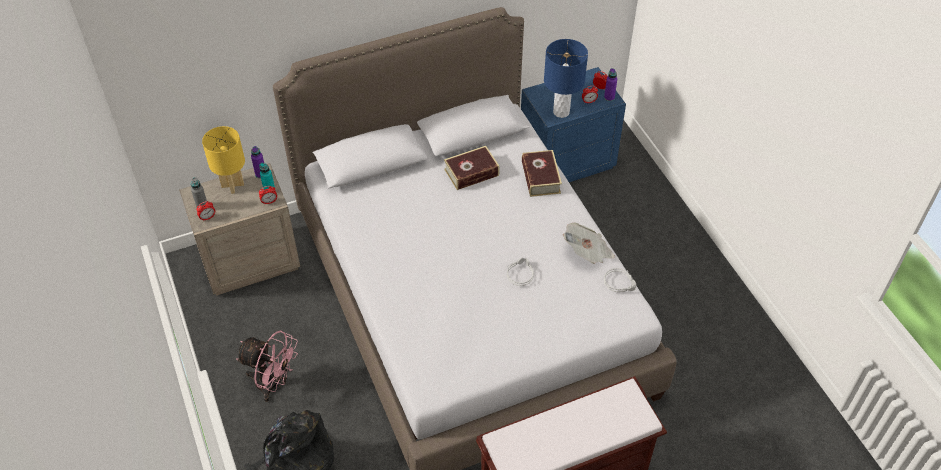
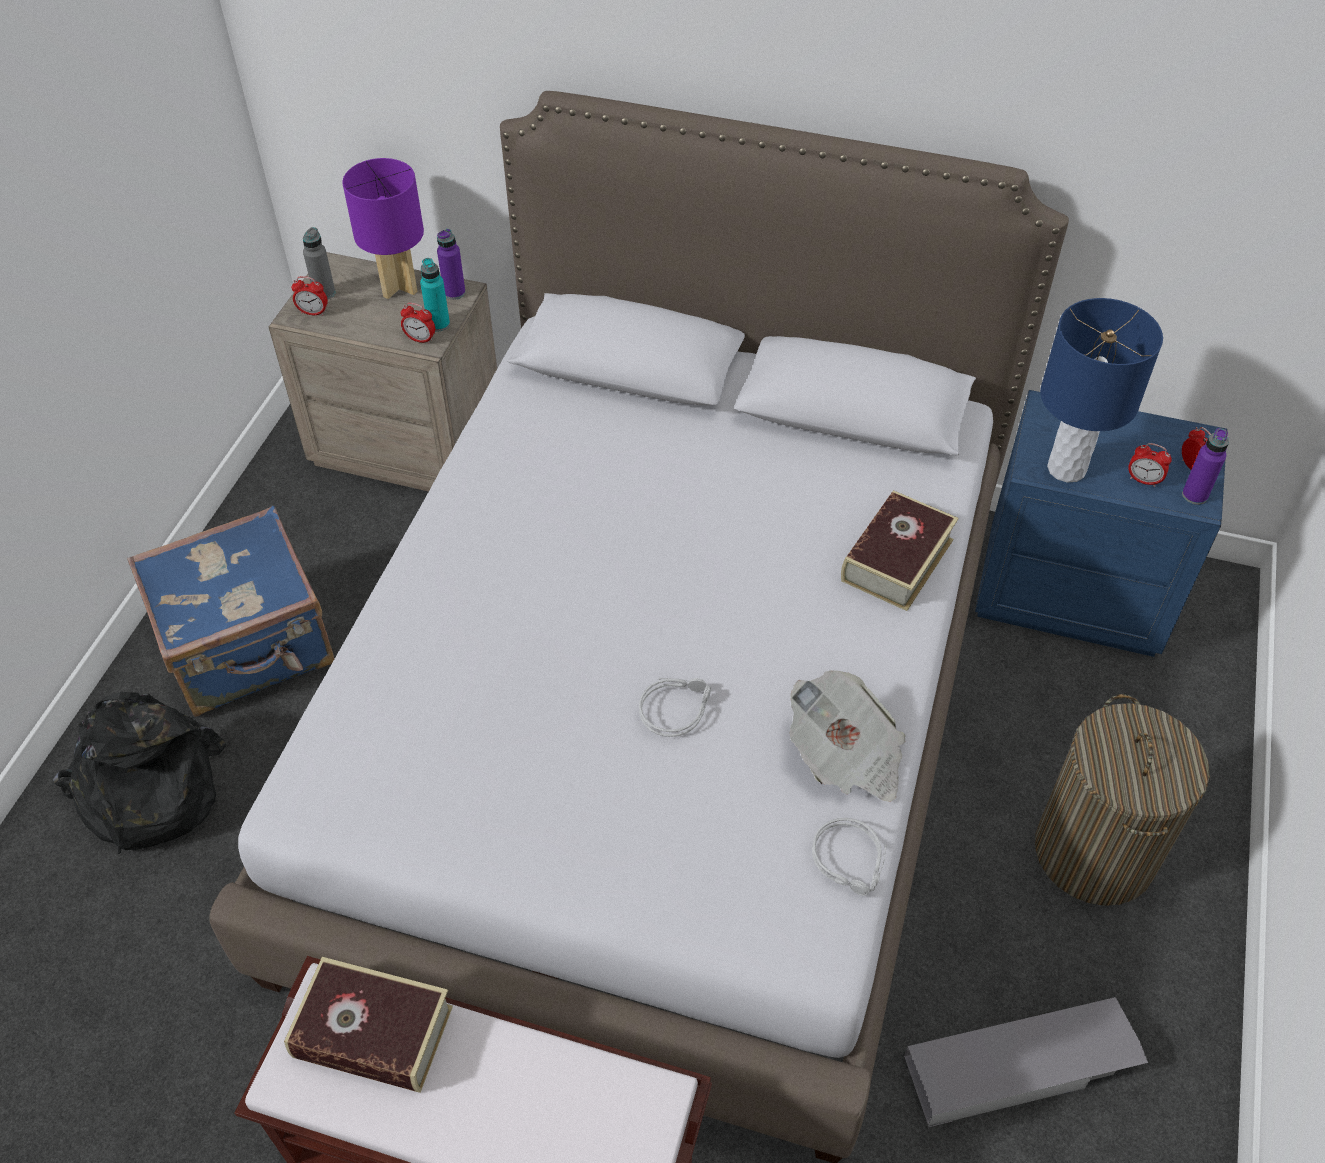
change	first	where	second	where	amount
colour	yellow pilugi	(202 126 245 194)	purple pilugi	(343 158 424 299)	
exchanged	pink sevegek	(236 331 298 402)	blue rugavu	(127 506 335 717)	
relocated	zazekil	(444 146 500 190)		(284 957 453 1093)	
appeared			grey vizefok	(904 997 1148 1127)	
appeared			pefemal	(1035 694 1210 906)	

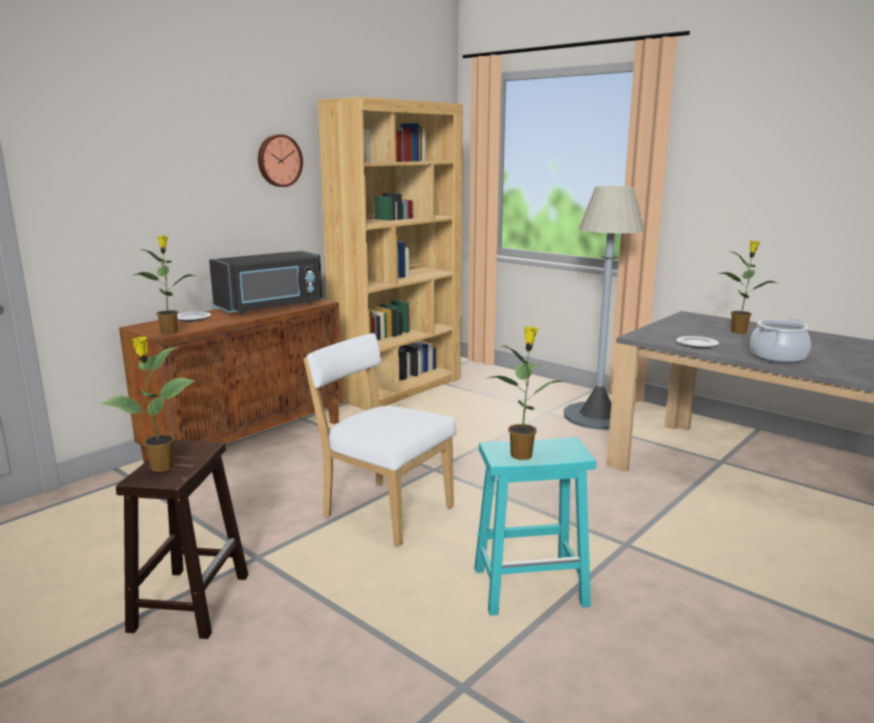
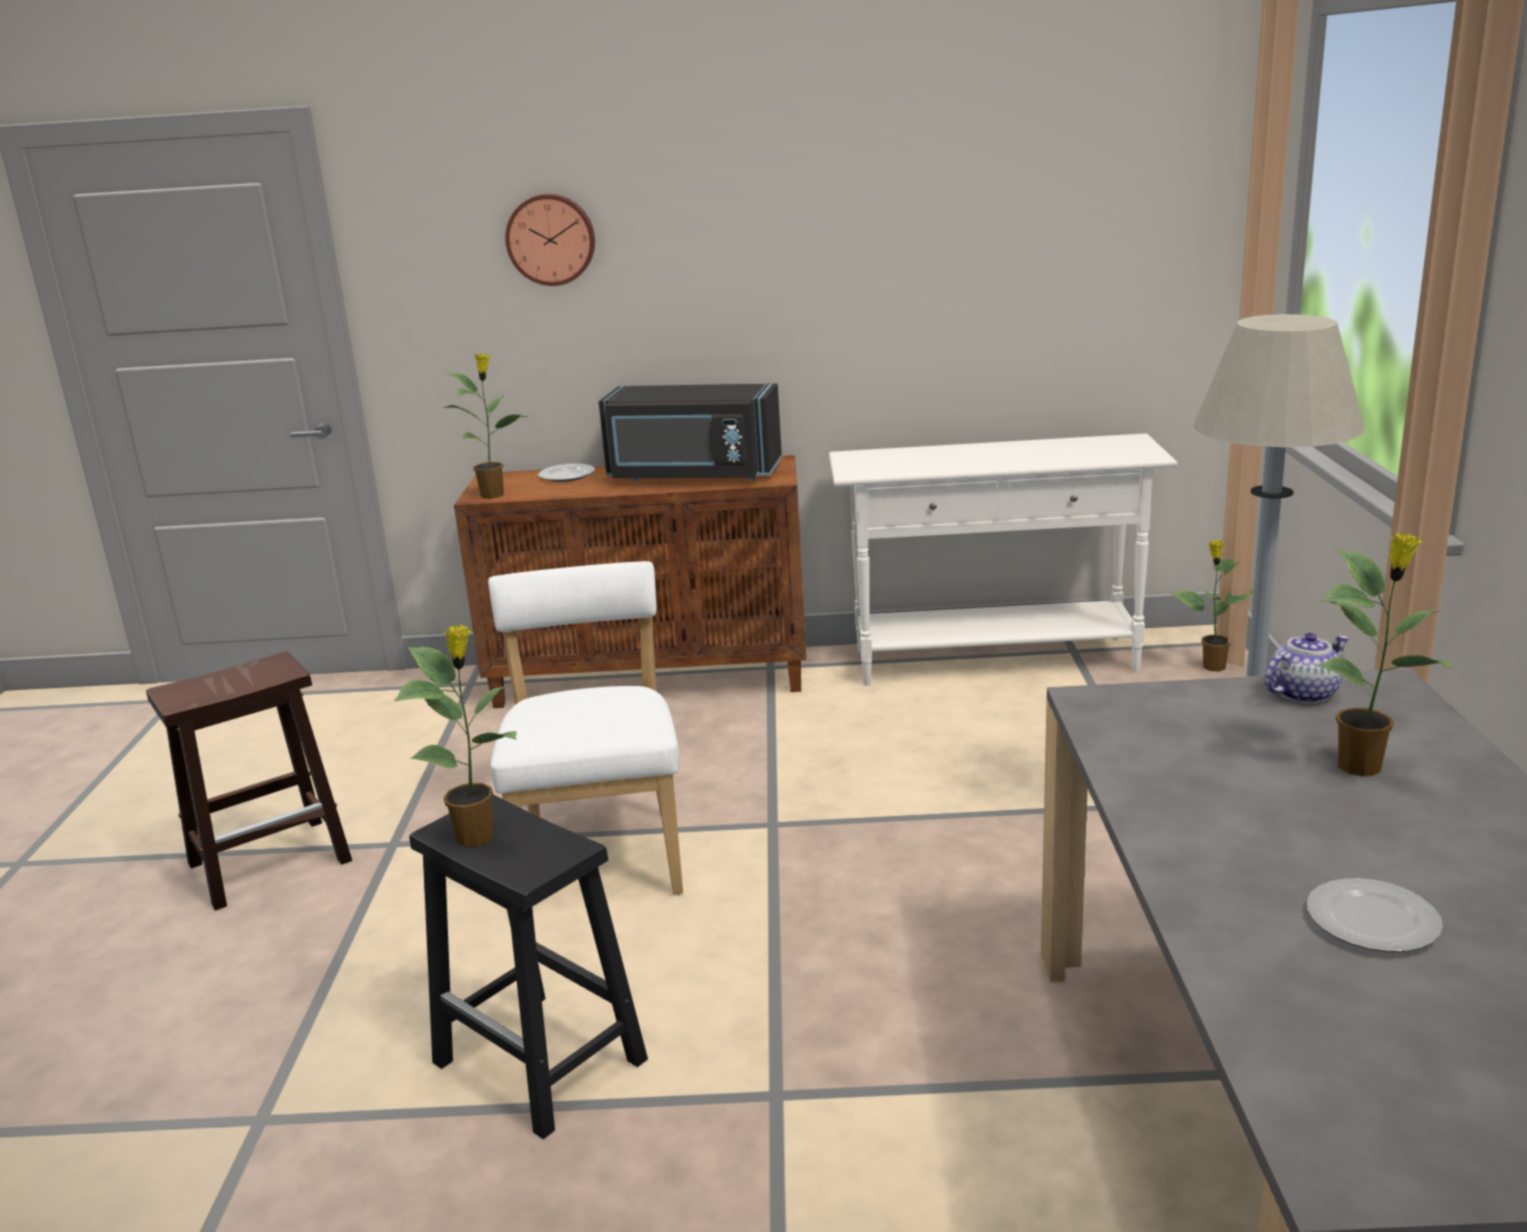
change	first	where	second	where	amount
relocated	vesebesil	(101 337 196 472)		(1171 539 1254 672)	
relocated	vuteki	(258 134 303 187)		(505 194 595 286)	
exchanged	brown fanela	(318 97 463 410)	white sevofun	(829 433 1177 686)	
colour	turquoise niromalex	(474 437 596 616)	black niromalex	(409 794 648 1139)	
relocated	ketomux	(676 336 719 348)		(1307 878 1443 952)	
missing	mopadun	(750 319 811 364)			
appeared			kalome	(1265 633 1349 704)	

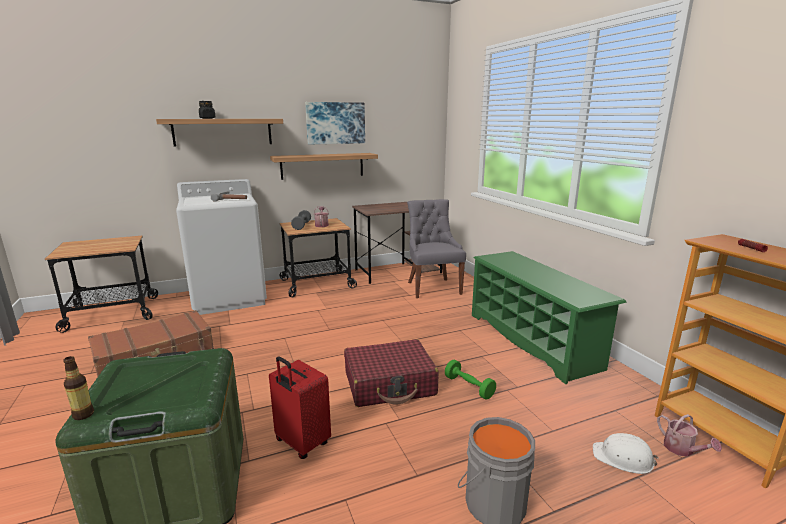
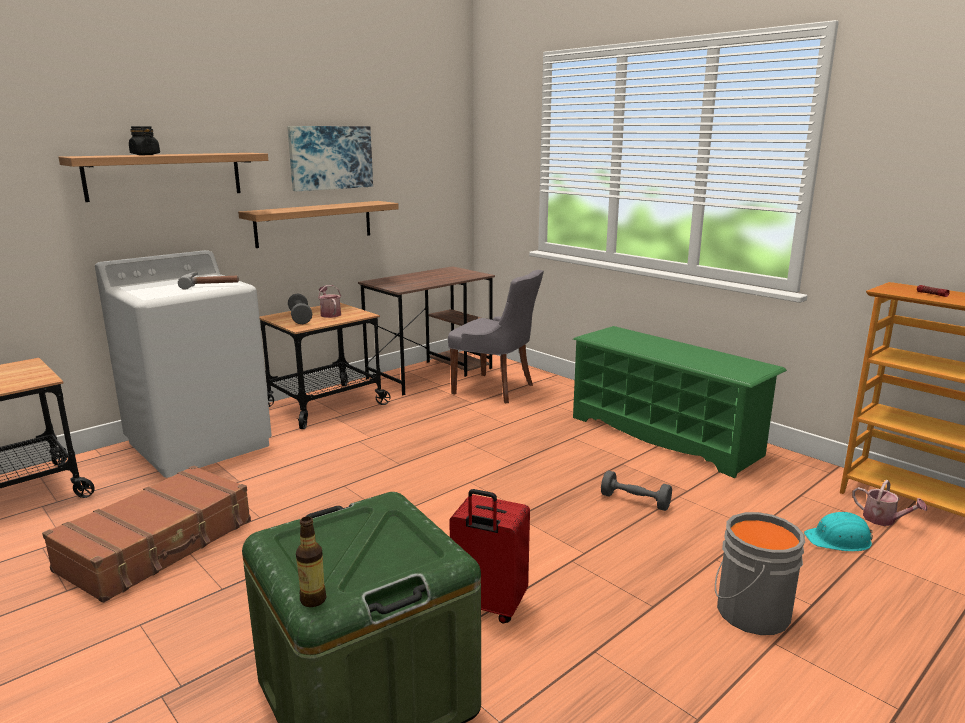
change	first	where	second	where	amount
missing	red rugavu	(344 339 438 407)			
spun	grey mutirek	(407 199 466 298)		(448 270 544 404)	150 degrees clockwise
colour	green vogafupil	(445 360 496 400)	grey vogafupil	(601 470 672 511)	
colour	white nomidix	(593 433 659 474)	turquoise nomidix	(804 512 873 551)	

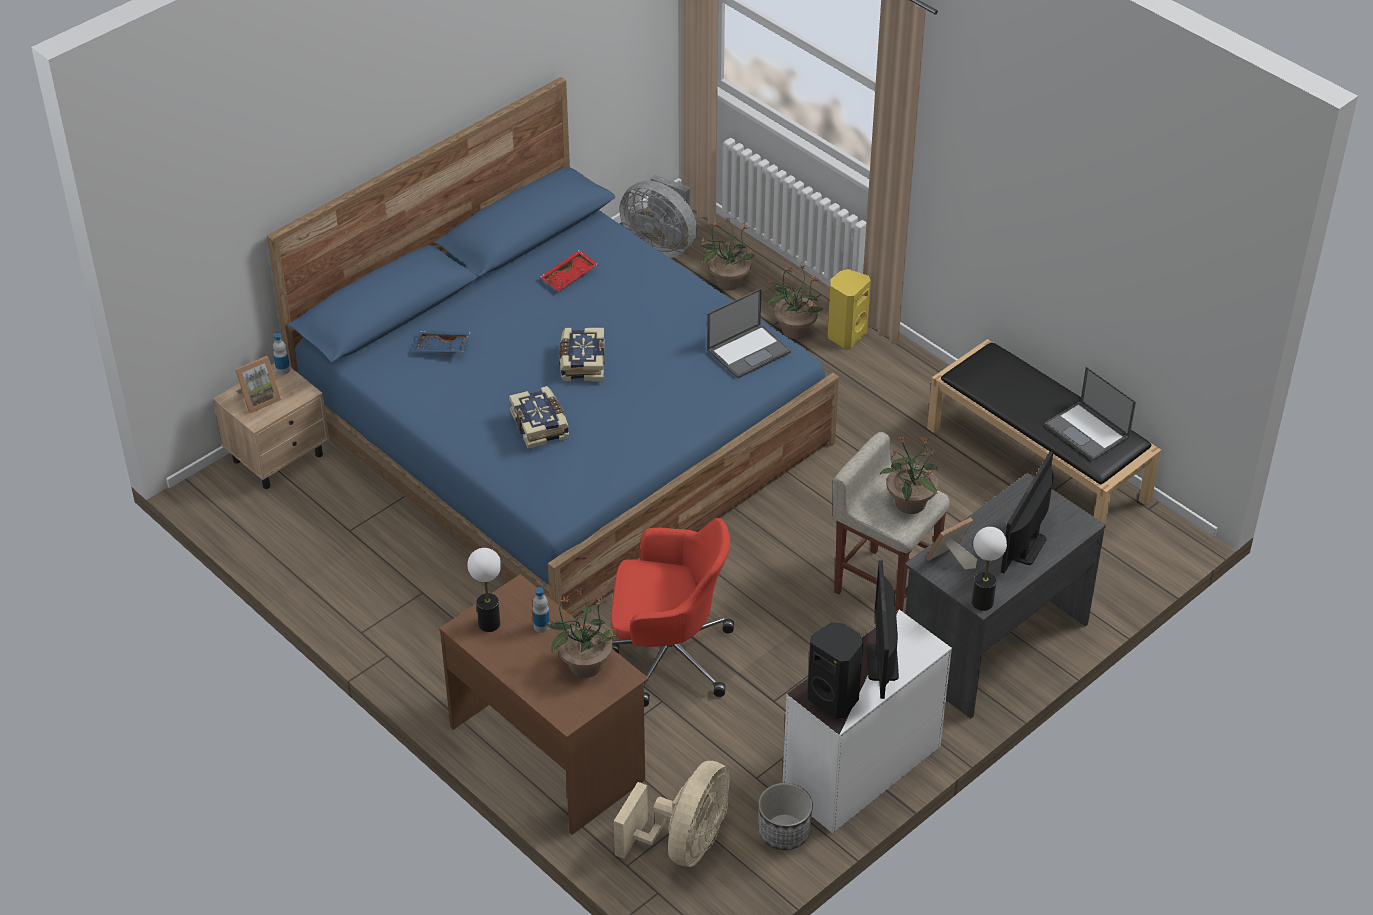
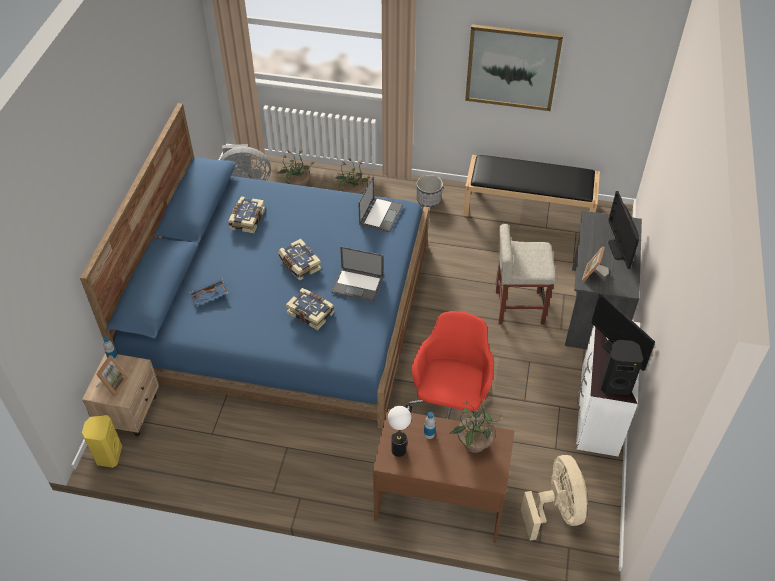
change	first	where	second	where	amount
exchanged	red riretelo	(540 250 598 291)	zazekil	(228 196 265 233)	
spun	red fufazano	(611 518 734 707)		(406 311 494 419)	45 degrees counterclockwise
relocated	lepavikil	(758 783 813 850)		(417 175 443 207)	
relocated	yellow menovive	(828 269 871 349)		(82 415 122 468)	
missing	vesebesil	(880 435 938 514)			
missing	pilugi	(972 527 1007 611)			
relocated	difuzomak	(1045 366 1136 461)		(331 246 383 302)	
appeared			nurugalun	(465 24 563 111)	

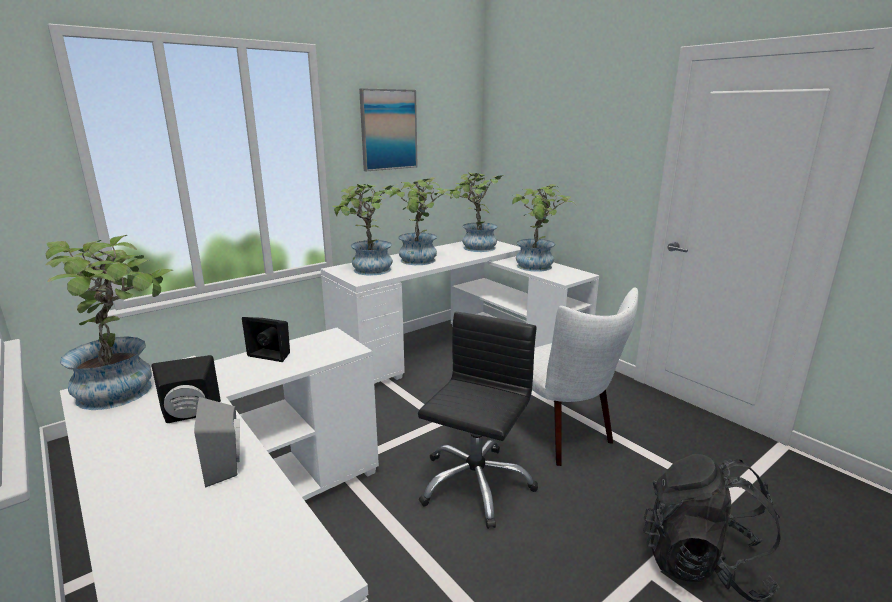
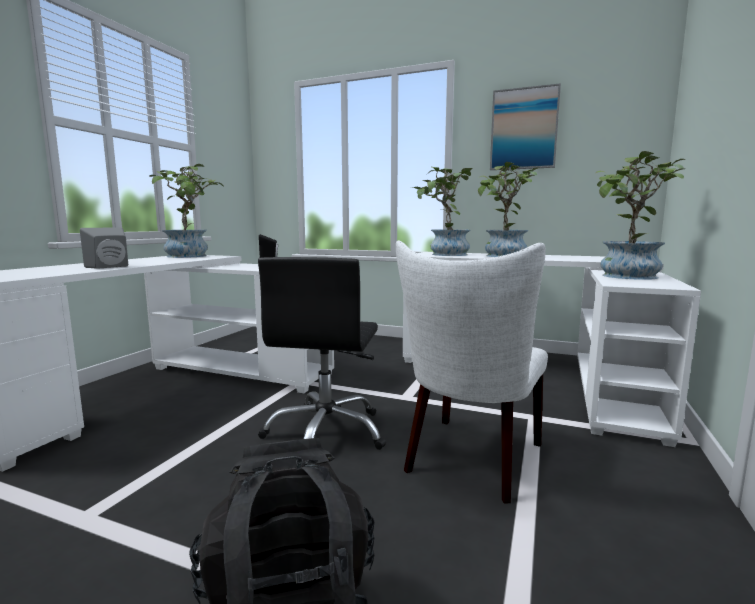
change	first	where	second	where	amount
missing	black menovive	(151 355 221 423)			
spun	black fufazano	(418 312 538 529)		(258 257 386 450)	105 degrees clockwise
missing	vesebesil	(448 172 504 252)			

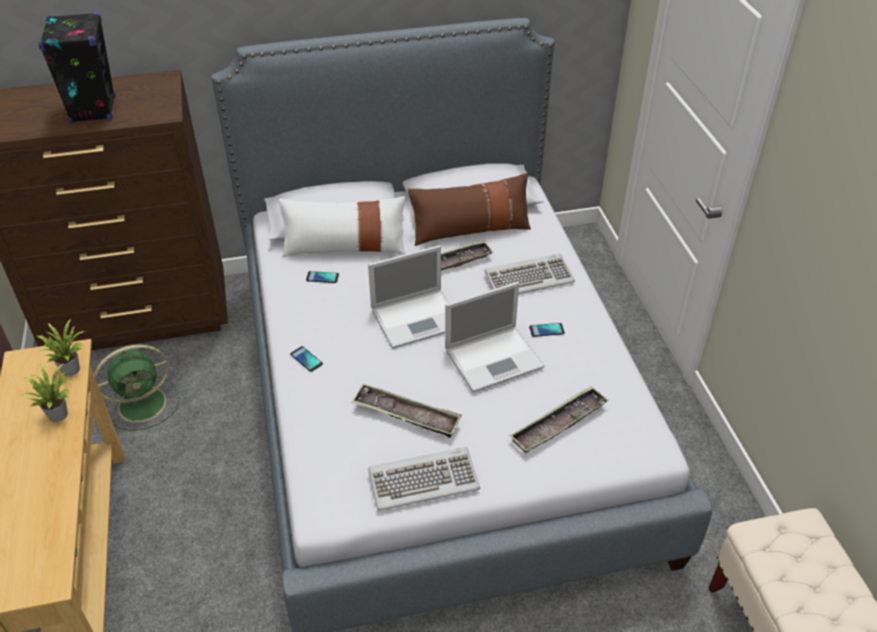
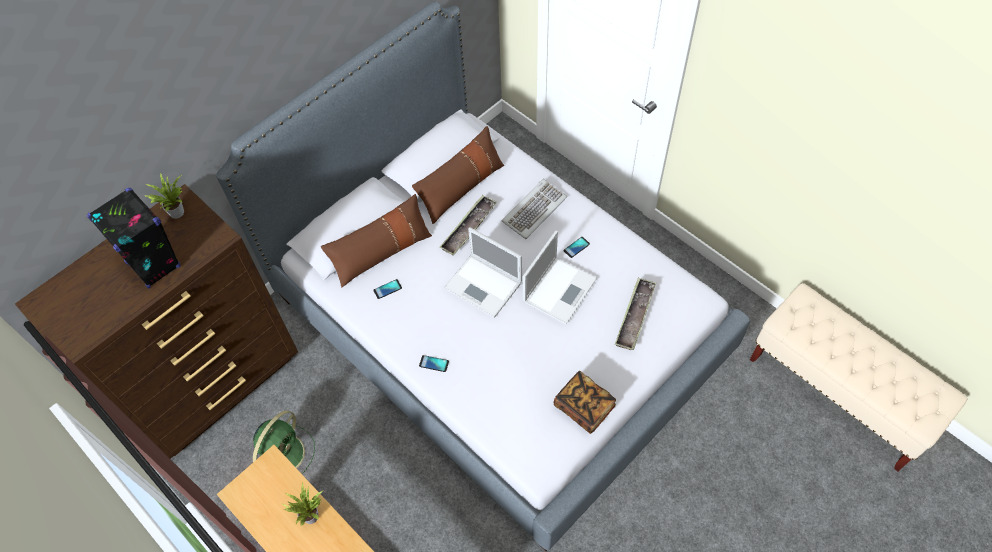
change	first	where	second	where	amount
relocated	vesebesil	(37 319 85 376)		(144 173 184 219)	
colour	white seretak	(279 196 405 257)	brown seretak	(321 194 432 287)	
missing	riretelo	(352 384 462 438)			
spun	difuzomak	(368 245 449 349)		(444 227 522 318)	90 degrees clockwise
exchanged	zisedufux	(368 447 480 511)	zazekil	(554 371 616 434)	

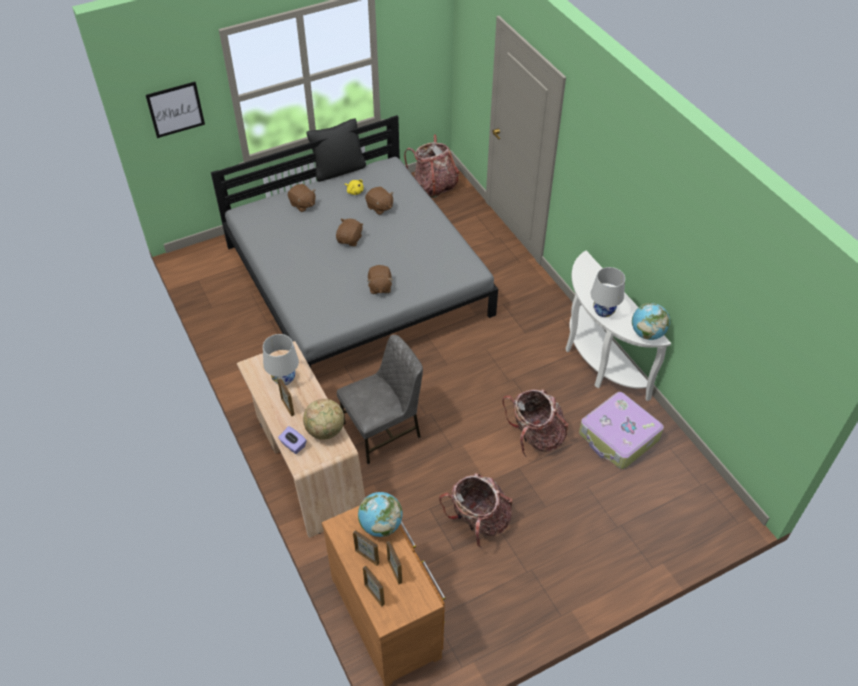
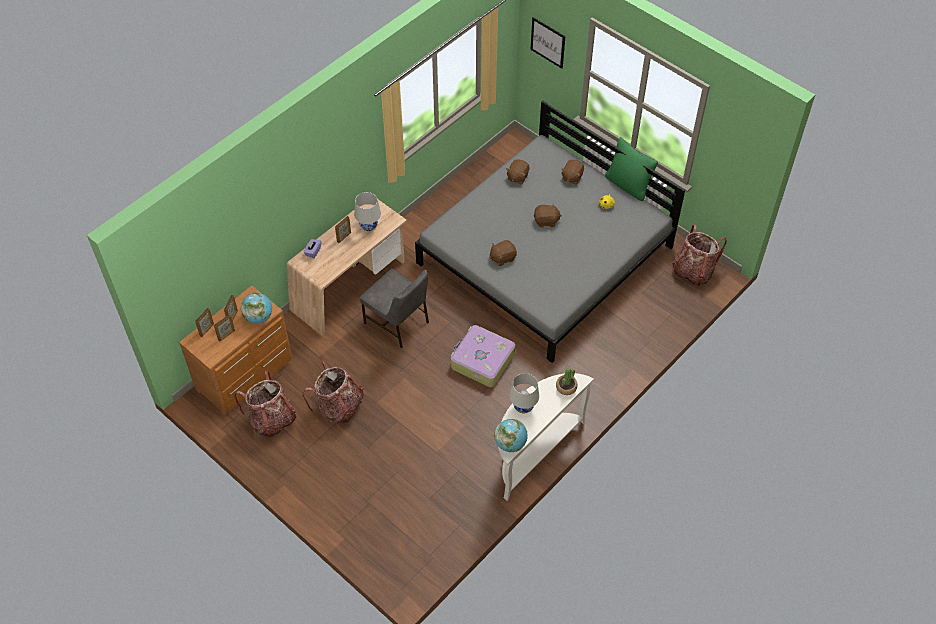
change	first	where	second	where	amount
missing	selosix	(303 399 344 440)			
colour	black seretak	(306 118 366 182)	green seretak	(605 137 658 201)	
relocated	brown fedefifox	(365 187 393 215)		(506 160 529 184)	
relocated	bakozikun	(502 389 568 457)		(234 370 296 438)	
relocated	rugavu	(579 392 664 469)		(451 325 515 387)	
appeared			vesebesil	(556 368 577 395)	

